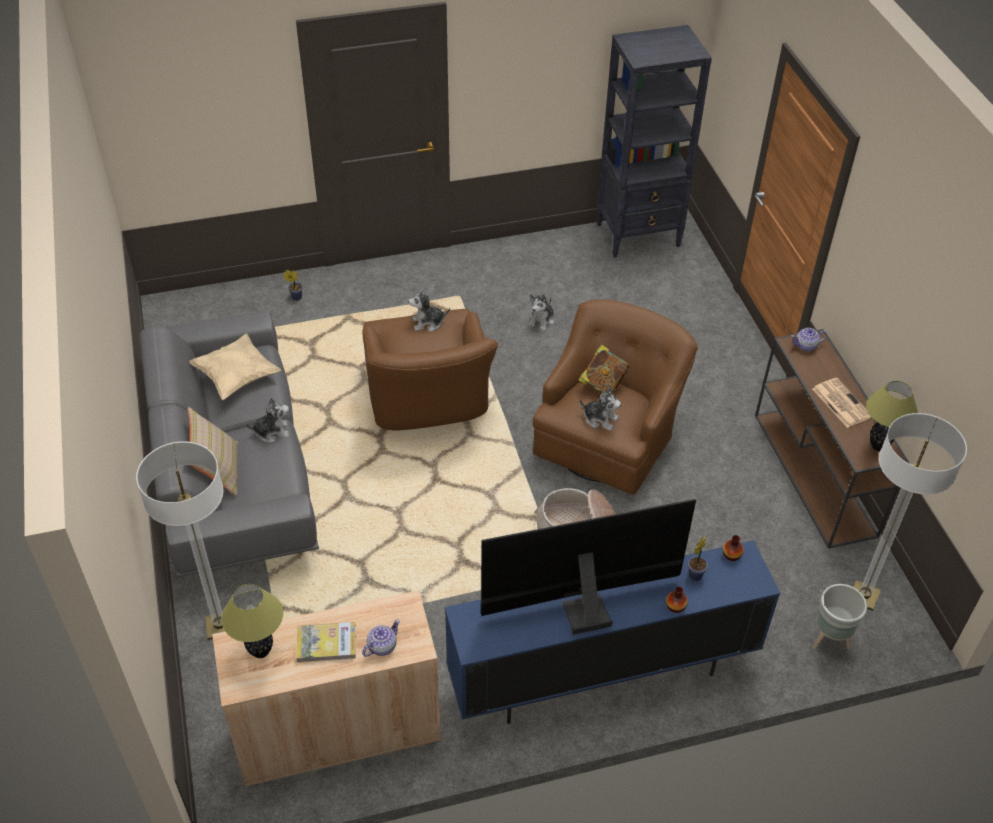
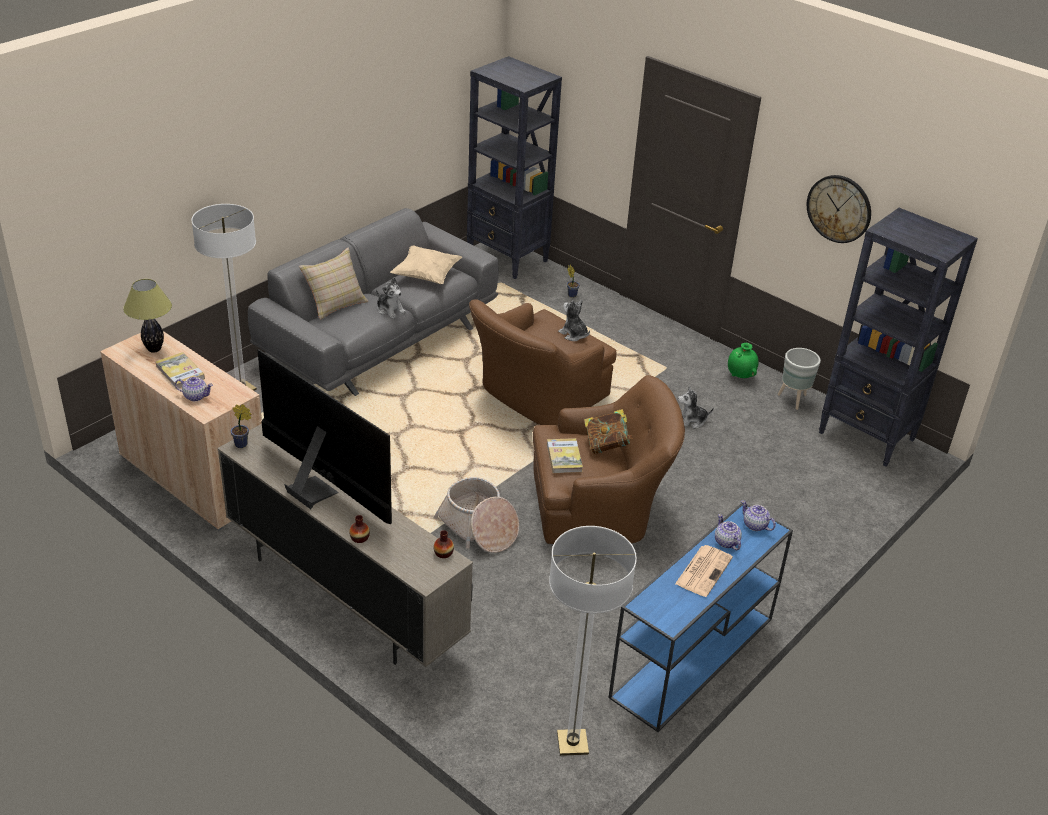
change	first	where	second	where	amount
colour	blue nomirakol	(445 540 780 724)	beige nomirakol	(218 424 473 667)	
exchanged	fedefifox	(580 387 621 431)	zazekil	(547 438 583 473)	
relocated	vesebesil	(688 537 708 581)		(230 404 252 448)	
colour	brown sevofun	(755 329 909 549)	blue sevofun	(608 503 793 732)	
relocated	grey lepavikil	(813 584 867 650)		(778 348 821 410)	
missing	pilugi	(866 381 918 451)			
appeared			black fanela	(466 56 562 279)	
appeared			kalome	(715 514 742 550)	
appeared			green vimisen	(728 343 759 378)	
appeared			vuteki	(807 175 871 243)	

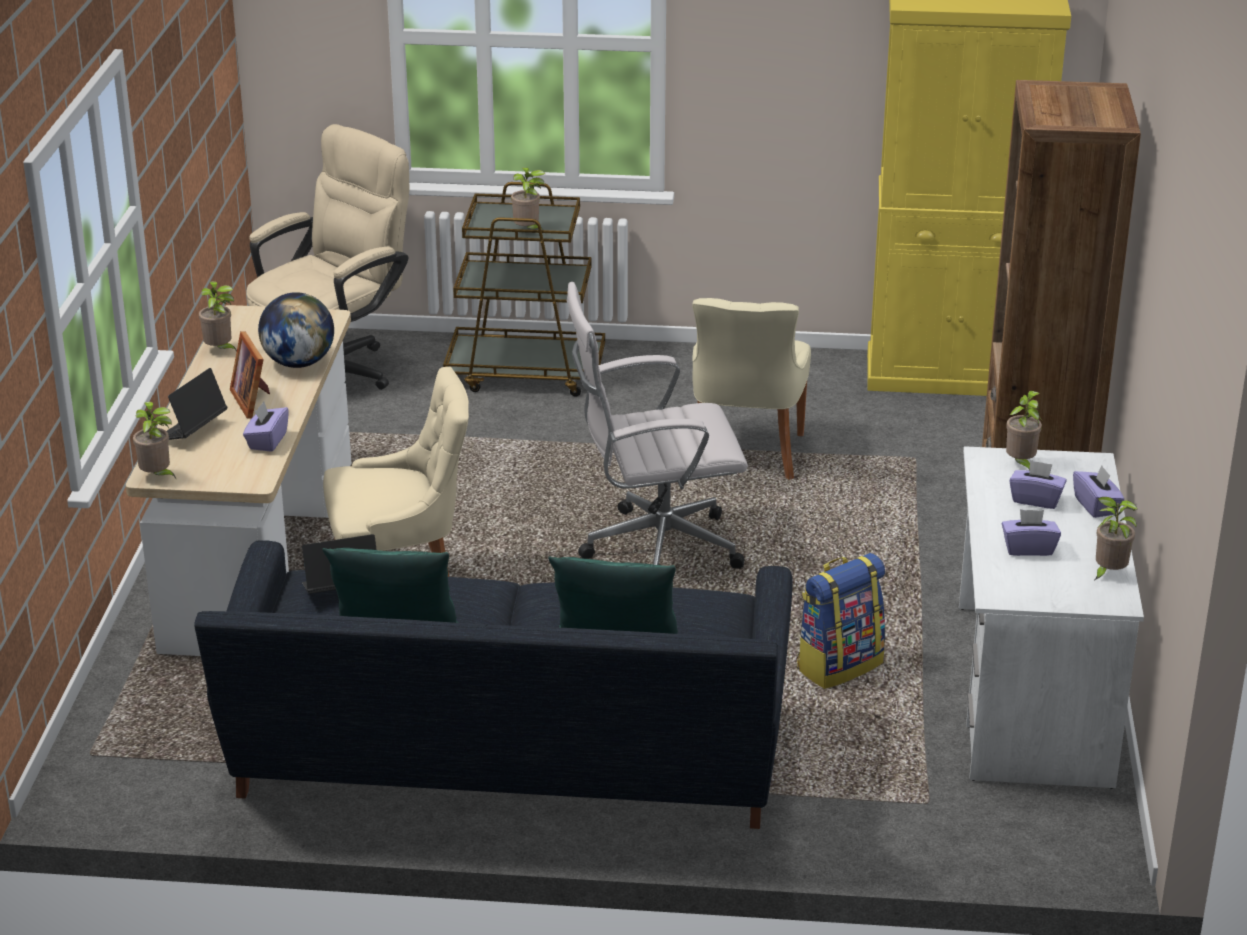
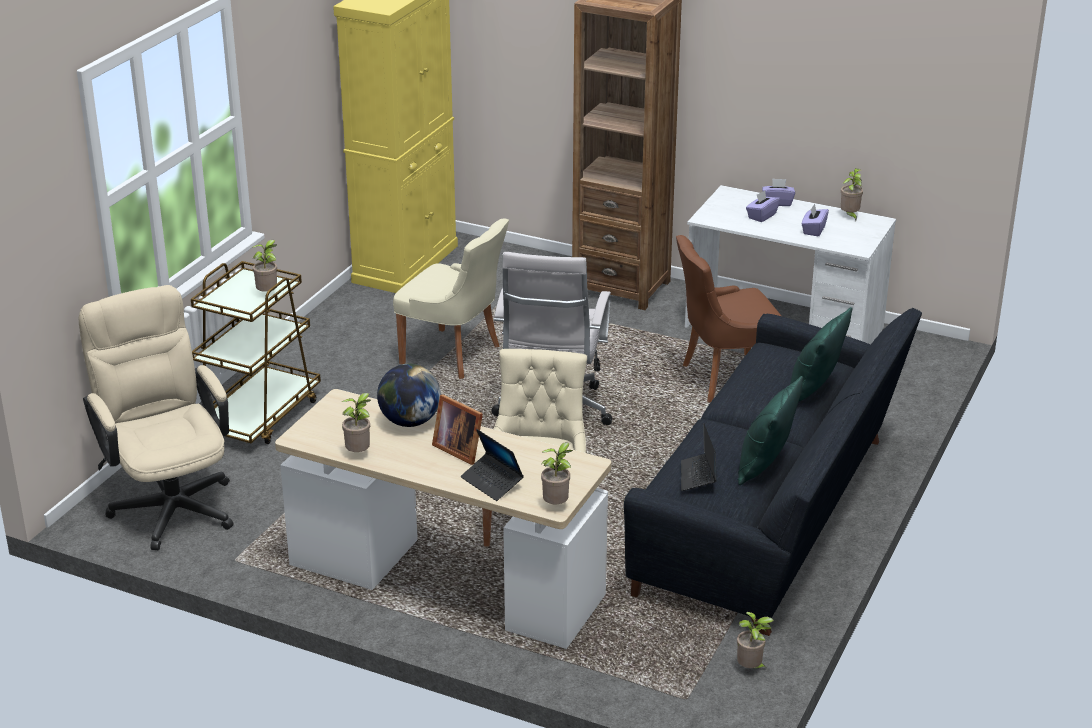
change	first	where	second	where	amount
spun	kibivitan	(230 331 270 419)		(432 394 483 465)	45 degrees clockwise
missing	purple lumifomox	(243 401 289 452)			
exchanged	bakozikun	(797 553 886 689)	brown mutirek	(676 235 781 403)	
relocated	vesebesil	(1006 391 1042 471)		(737 612 774 669)	

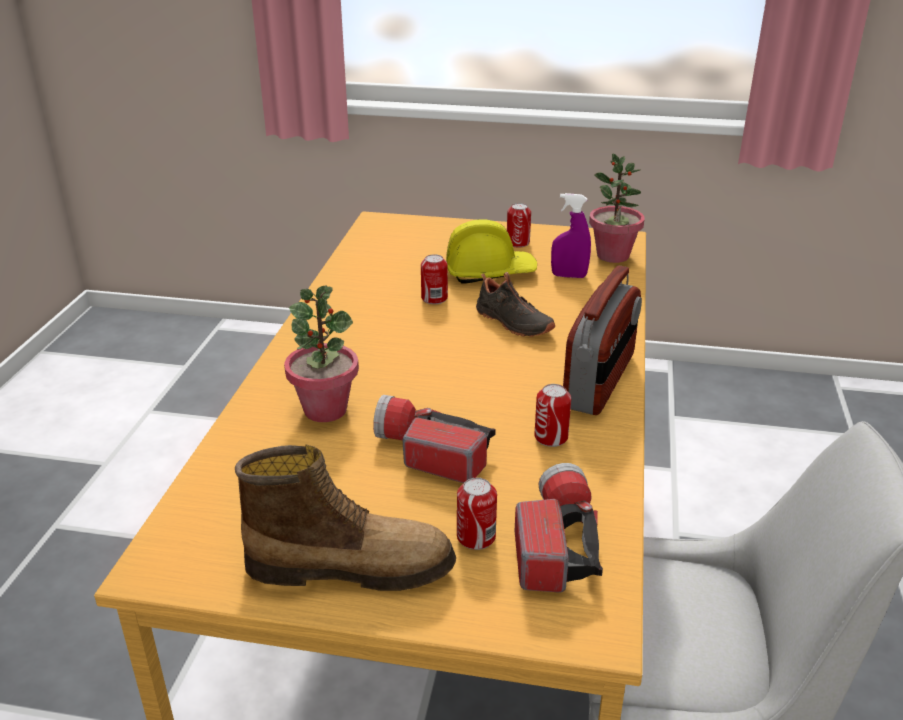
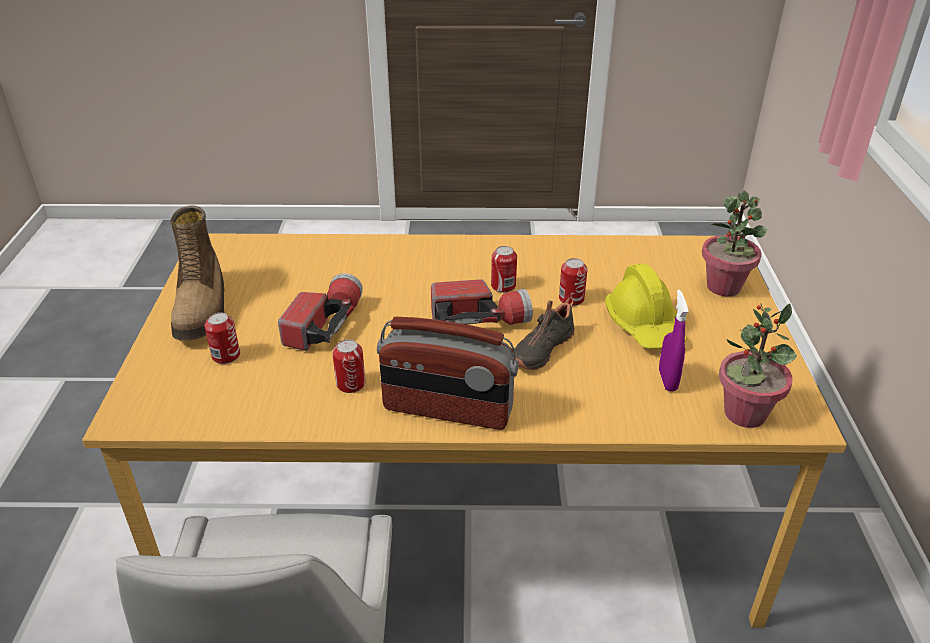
change	first	where	second	where	amount
relocated	vesebesil	(284 286 359 422)		(702 190 767 297)	
relocated	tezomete	(507 203 531 248)		(491 246 517 293)	
relocated	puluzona	(515 463 603 593)		(431 279 533 325)	

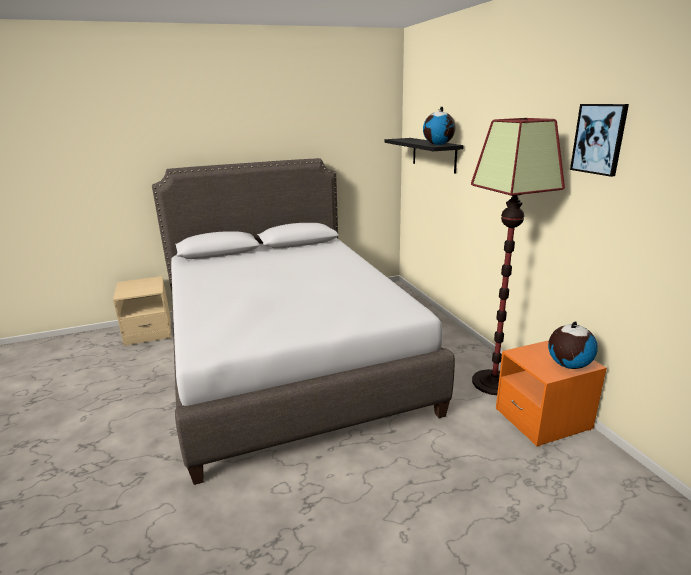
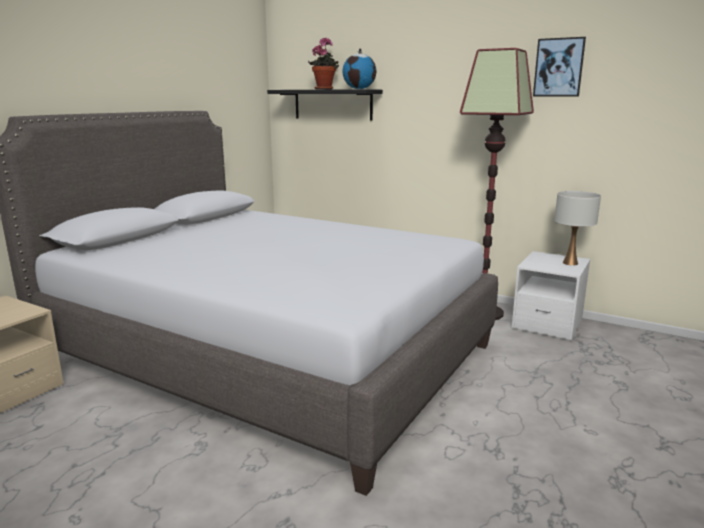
change	first	where	second	where	amount
colour	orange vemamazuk	(496 340 607 447)	white vemamazuk	(512 251 590 340)	
exchanged	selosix	(548 322 598 369)	white pilugi	(554 191 601 266)	
appeared			vesebesil	(308 37 339 90)	

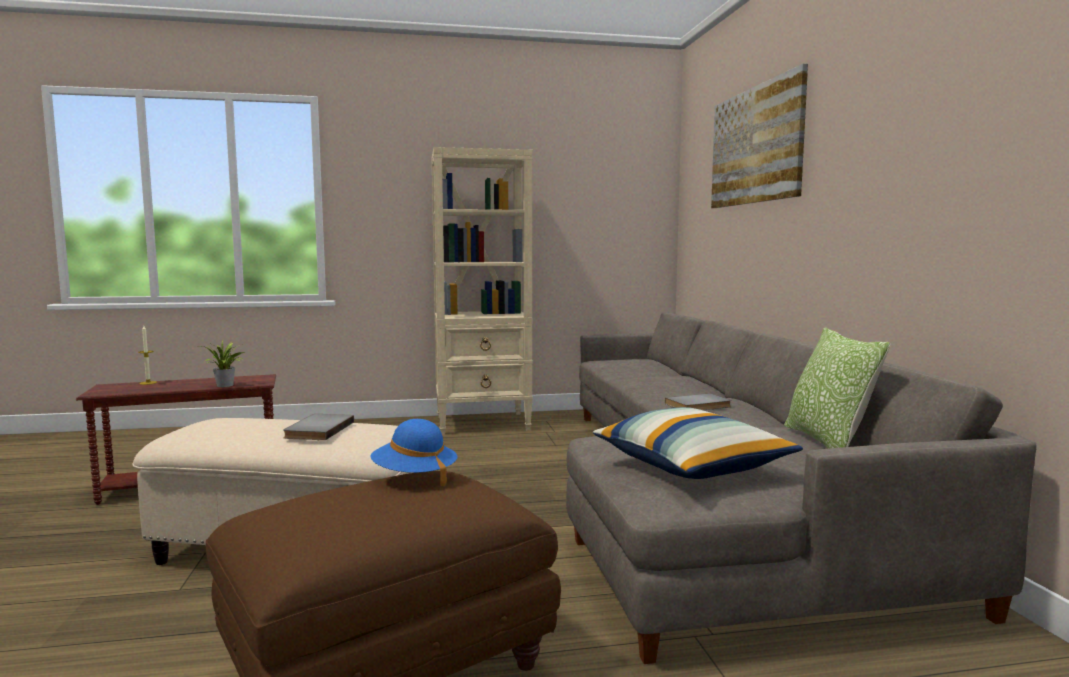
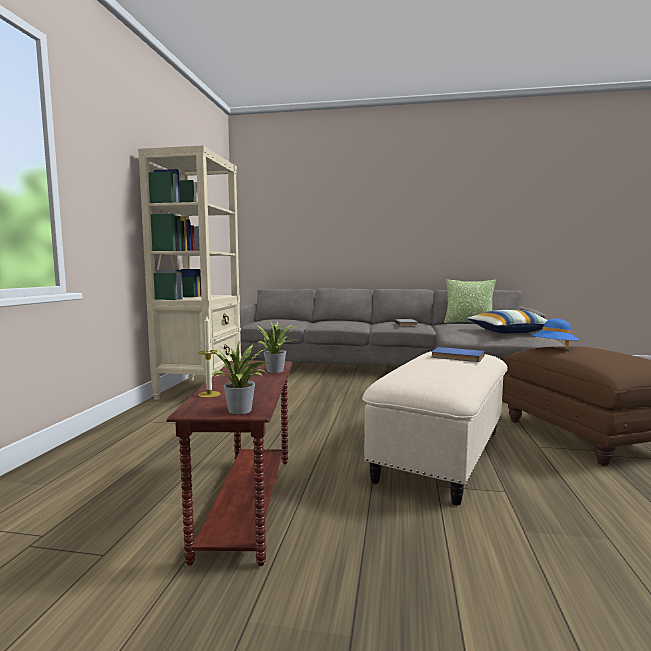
change	first	where	second	where	amount
colour	grey zazekil	(283 414 354 440)	blue zazekil	(431 347 485 362)	
missing	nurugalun	(711 64 808 208)			
appeared			vesebesil	(208 340 270 414)	

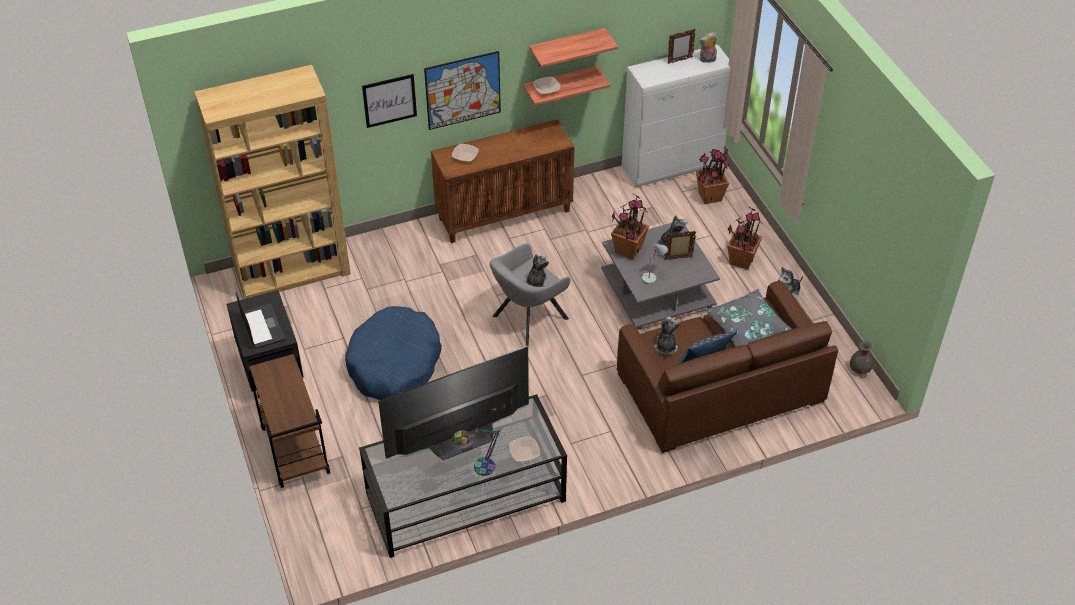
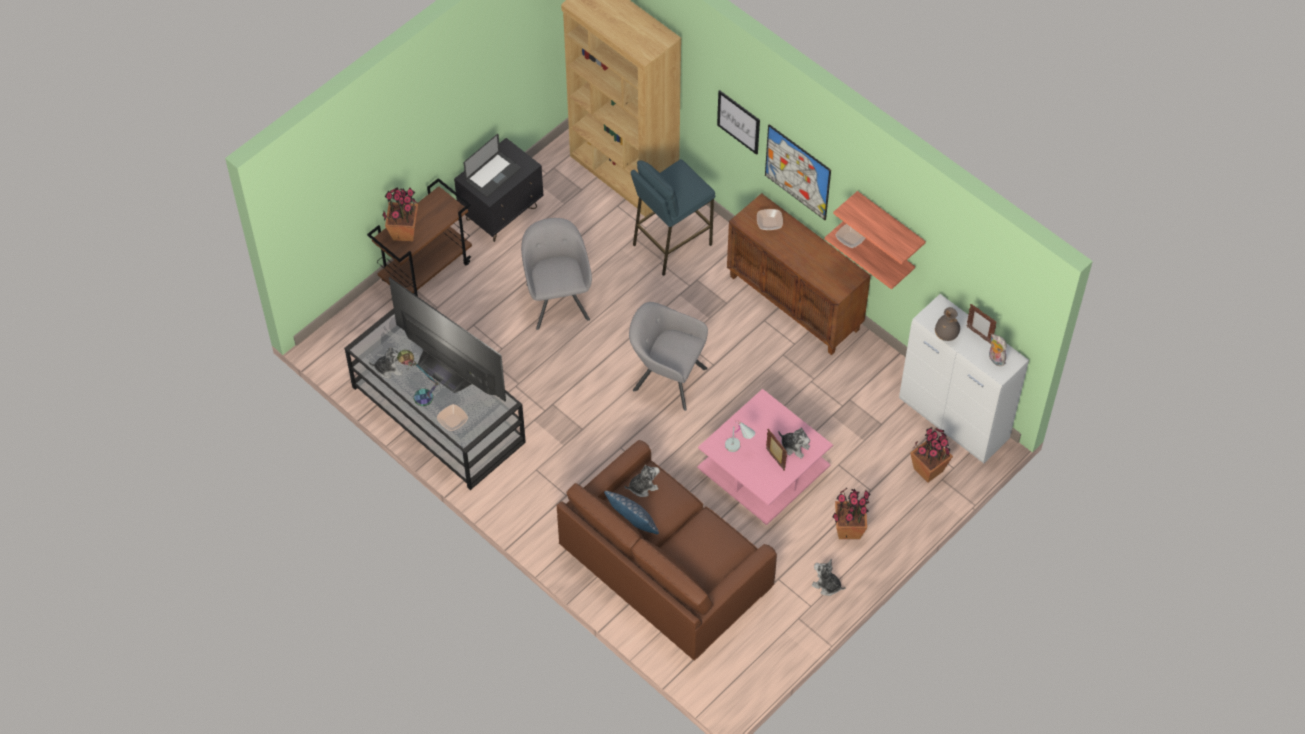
change	first	where	second	where	amount
exchanged	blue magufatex	(345 306 442 400)	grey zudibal	(521 218 592 330)	
relocated	fedefifox	(526 254 549 287)		(369 347 403 378)	
colour	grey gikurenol	(601 223 720 330)	pink gikurenol	(697 389 833 525)	
relocated	vesebesil	(611 195 649 259)		(383 188 418 241)	
missing	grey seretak	(705 289 792 347)			
relocated	grey vimisen	(850 341 874 374)		(935 307 960 341)	
appeared			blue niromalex	(631 159 715 276)	

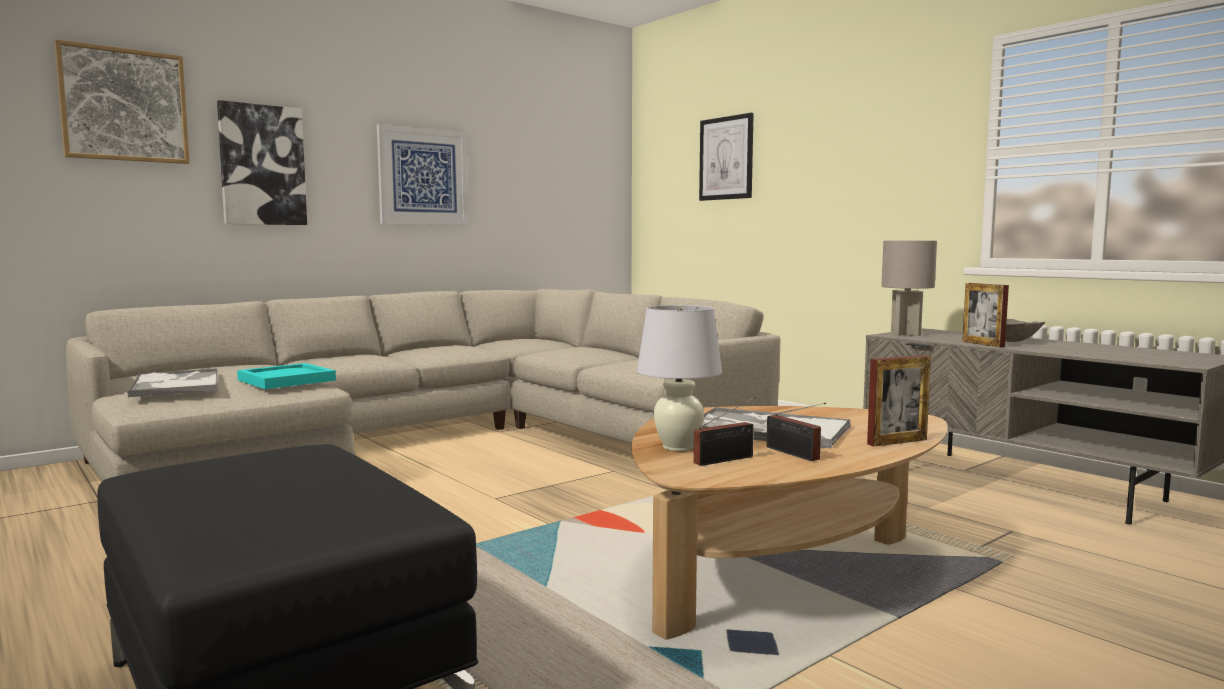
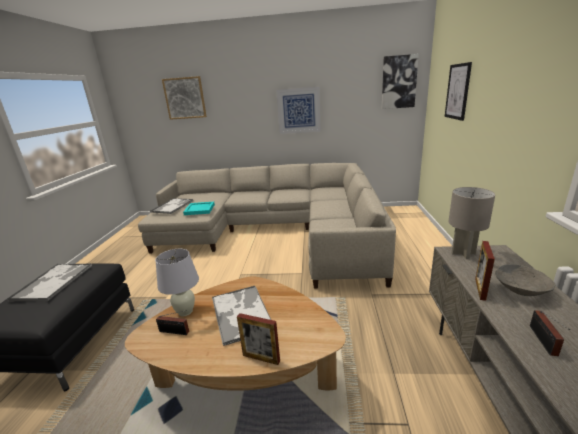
change	first	where	second	where	amount
relocated	nurugalun	(217 100 307 225)		(382 54 419 109)	
relocated	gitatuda	(767 403 826 461)		(530 310 570 356)	
appeared			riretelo	(7 263 92 302)	

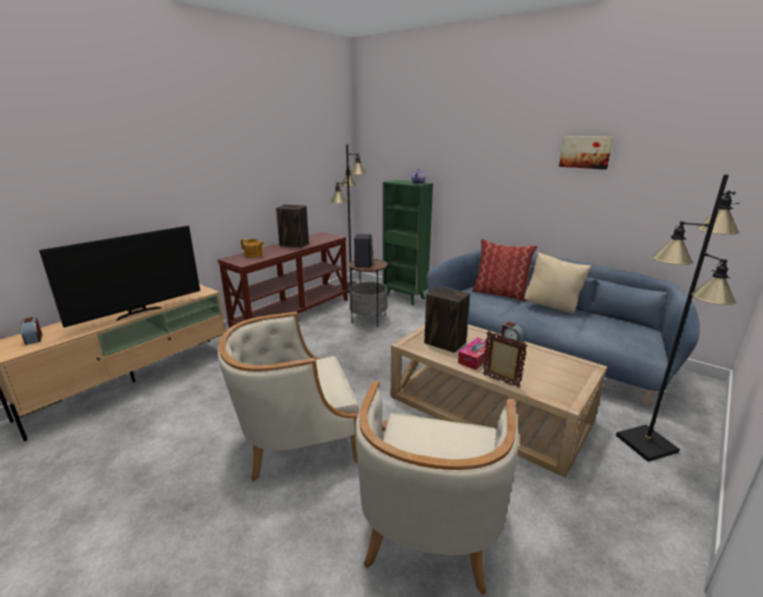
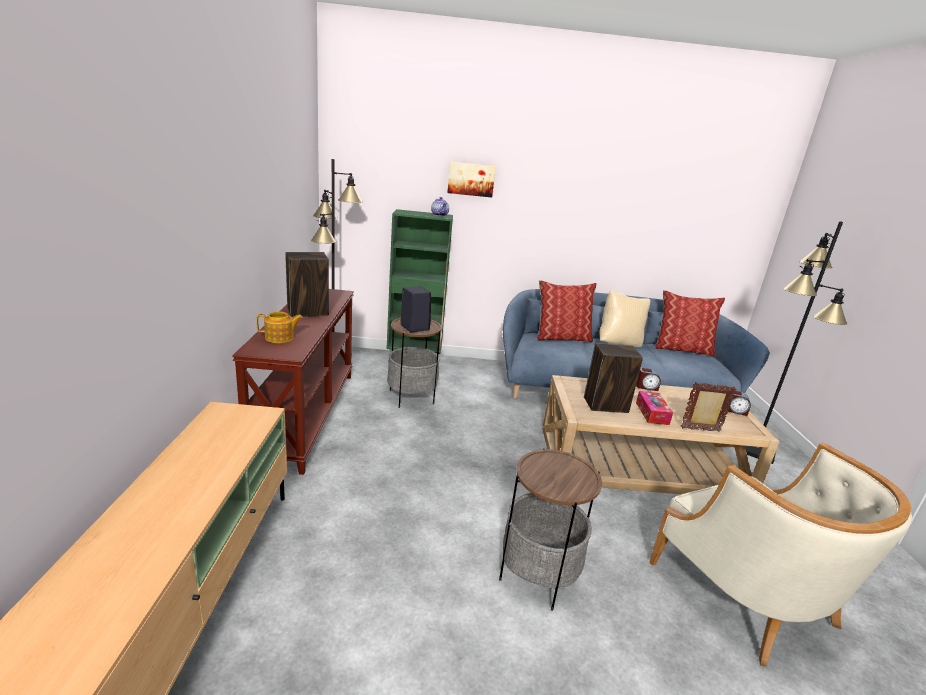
change	first	where	second	where	amount
relocated	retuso	(20 317 42 345)		(725 391 751 416)	
missing	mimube	(39 226 200 328)			
exchanged	beige zudibal	(218 312 359 482)	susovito	(499 448 602 611)	
relocated	nurugalun	(559 136 613 170)		(447 162 496 198)	
appeared			seretak	(654 290 725 357)	

